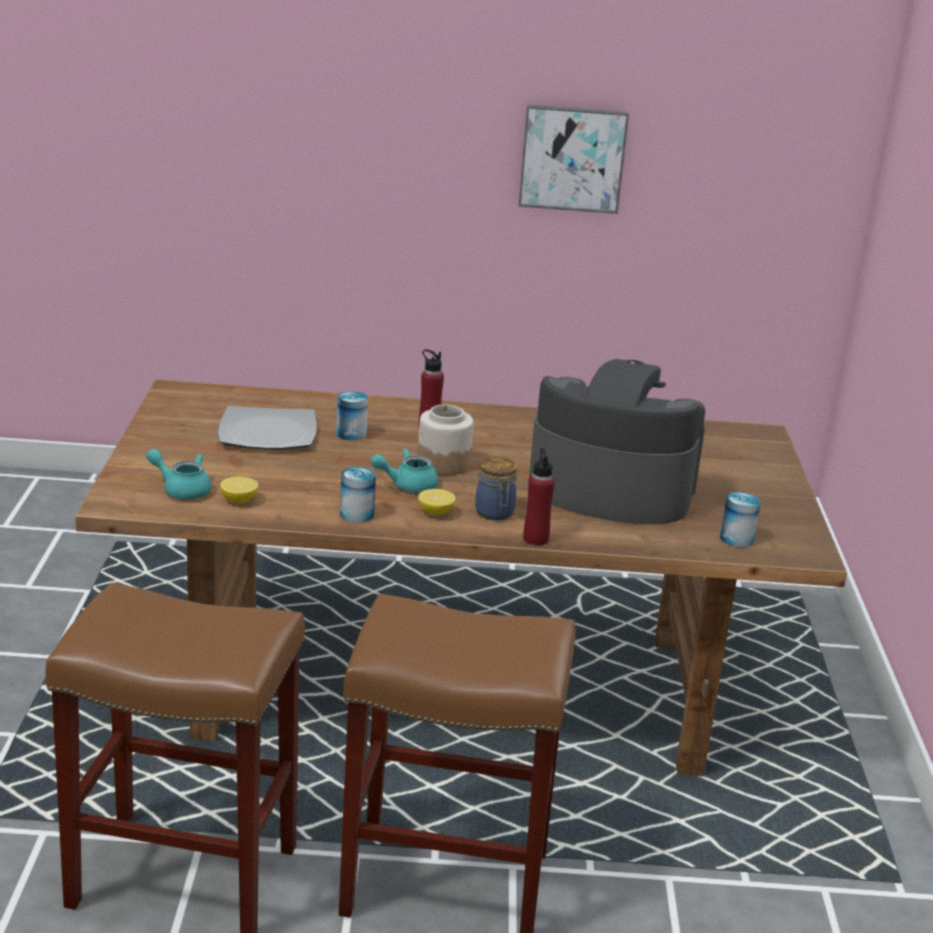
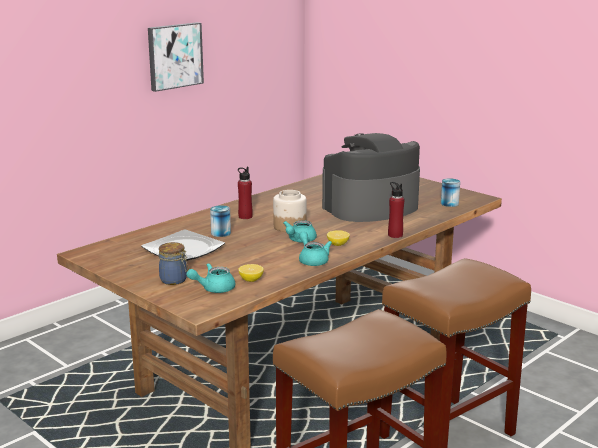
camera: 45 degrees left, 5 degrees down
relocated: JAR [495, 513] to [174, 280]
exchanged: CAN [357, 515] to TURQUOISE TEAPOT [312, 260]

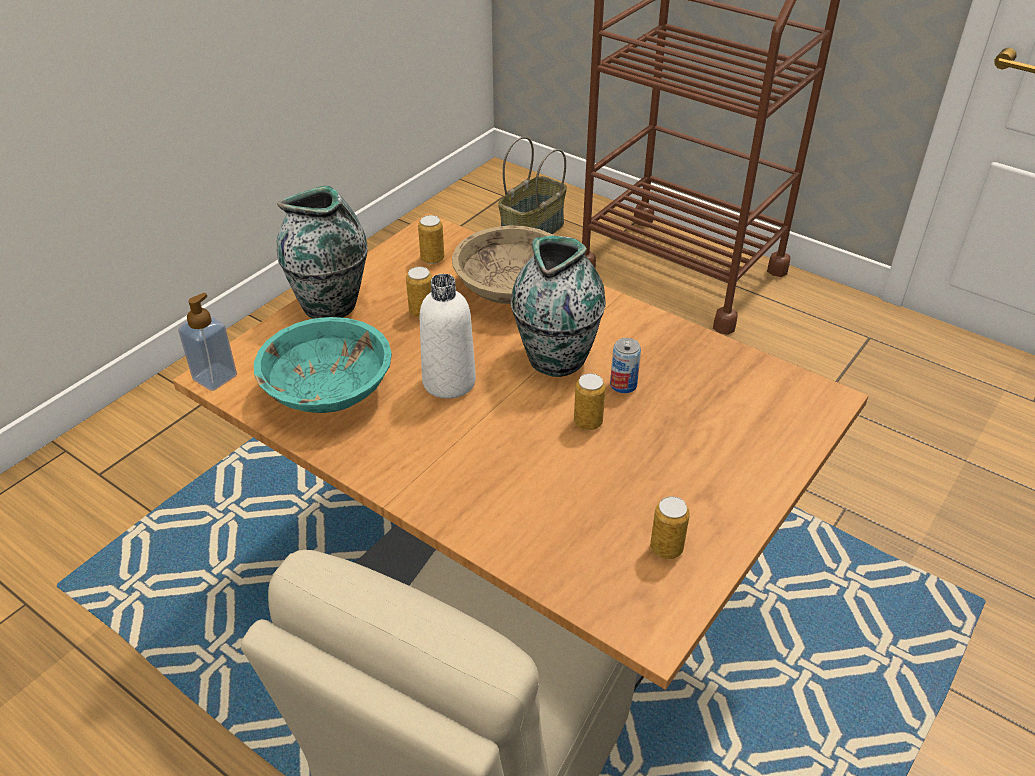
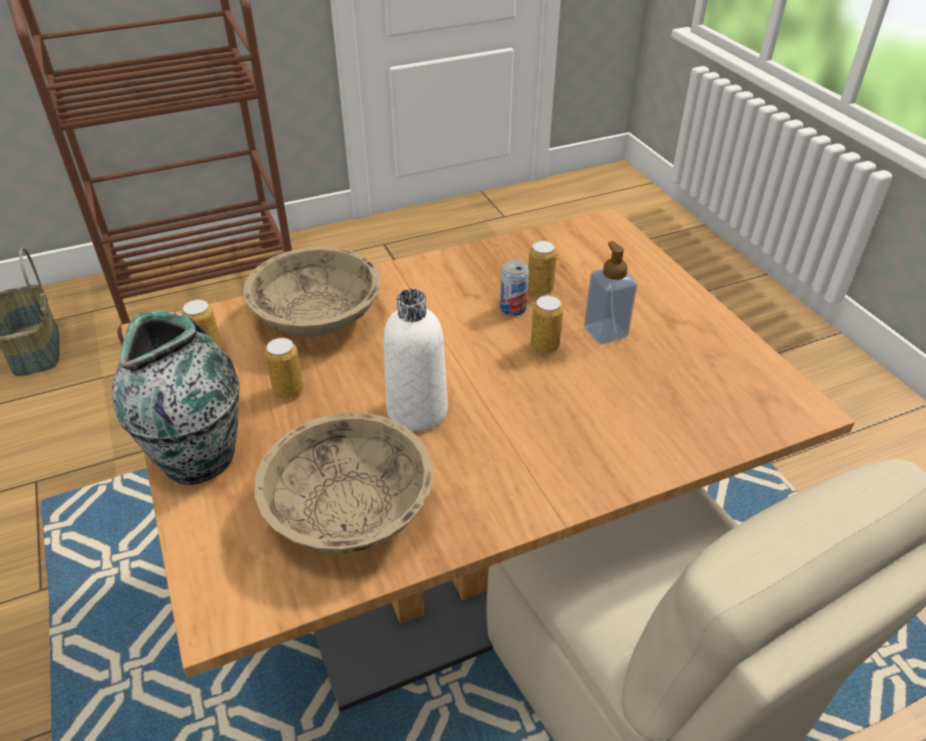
camera: 60 degrees left, 0 degrees up
missing: VASE [557, 357]
relocated: SOAP DISPENSER [215, 377] to [605, 332]; CAN [666, 548] to [540, 289]
colour: TURQUOISE BOWL [328, 391] to BEIGE BOWL [349, 511]

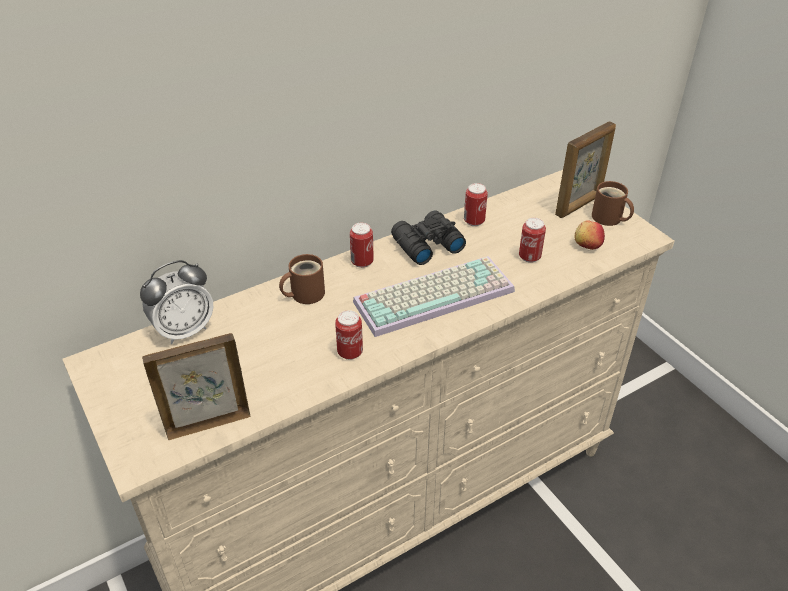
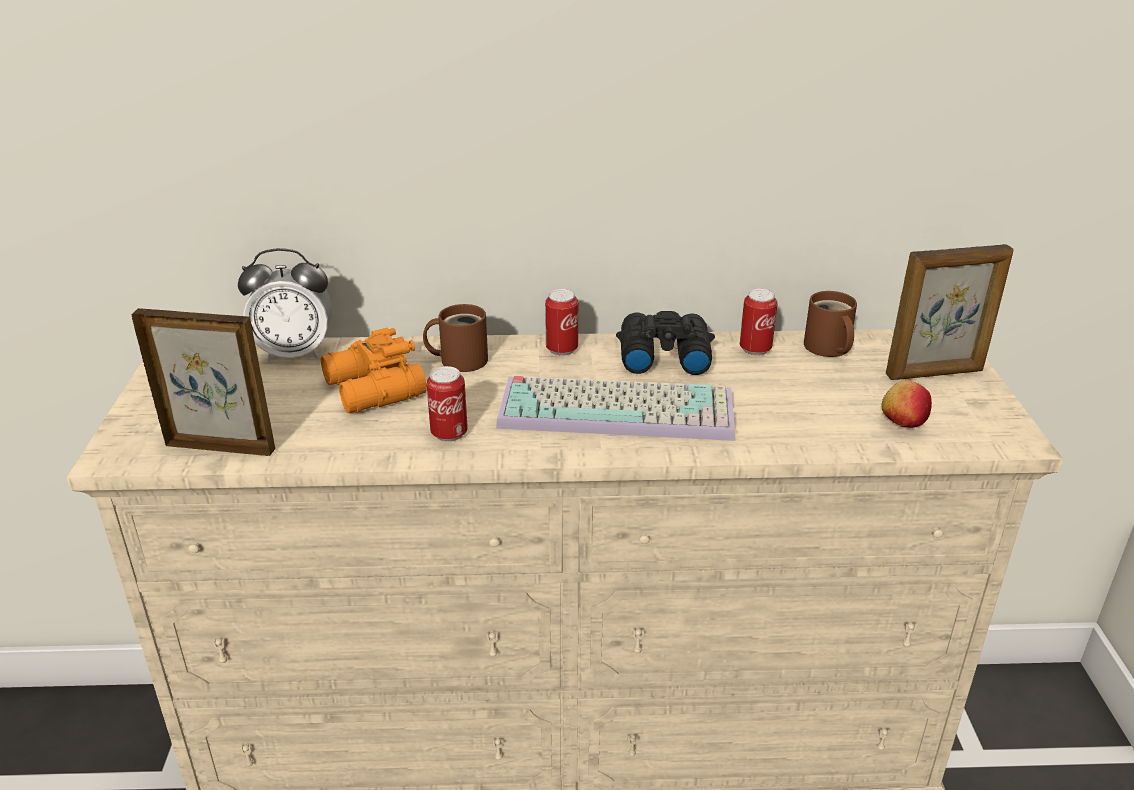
camera: 30 degrees right, 10 degrees down
missing: CAN [529, 257]
appeared: ORANGE BINOCULARS [372, 390]
relocated: BROWN MUG [608, 219] to [827, 348]

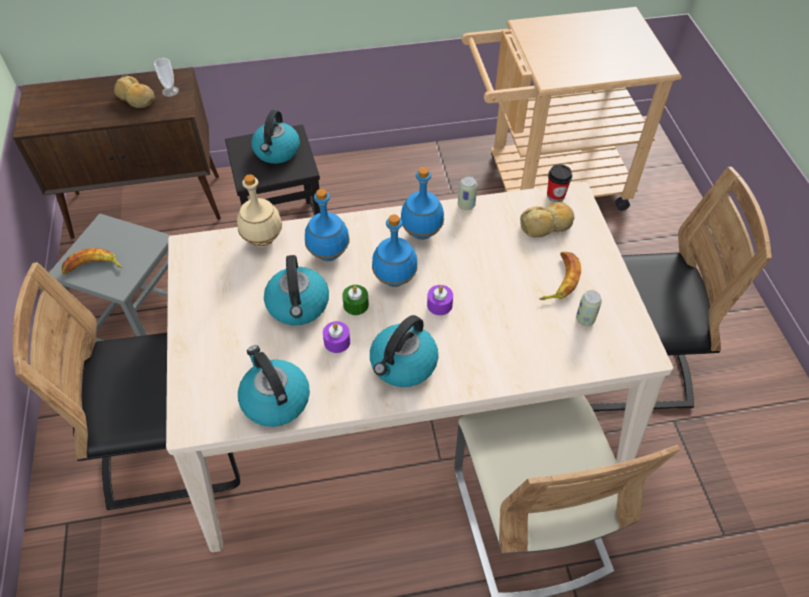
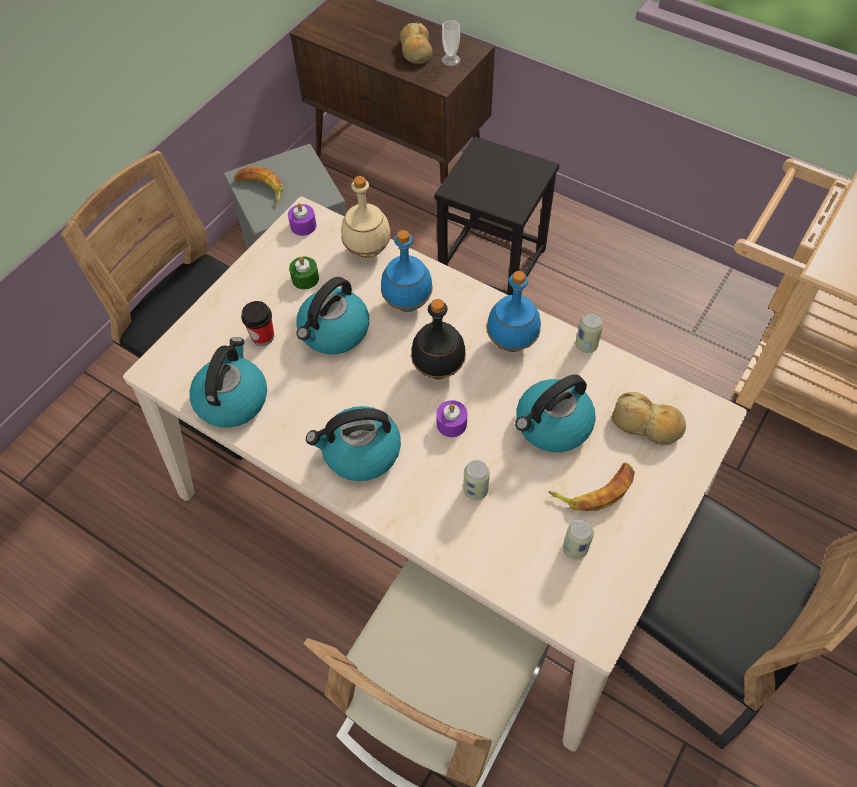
camera: 45 degrees right, 5 degrees up
appeared: CAN [475, 490]
relocated: KETTLE [277, 151] to [552, 425]; CUP [555, 195] to [263, 336]; GREEN CANDLE [356, 305] to [305, 278]; PURPLE CANDLE [337, 342] to [303, 226]
colour: BLUE BOTTLE [395, 280] to BLACK BOTTLE [438, 370]

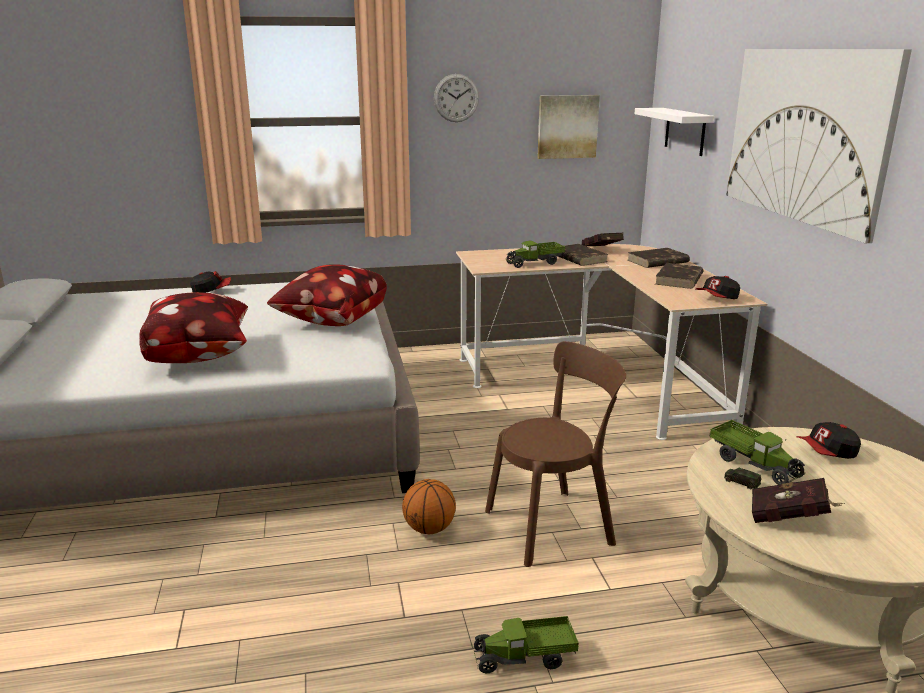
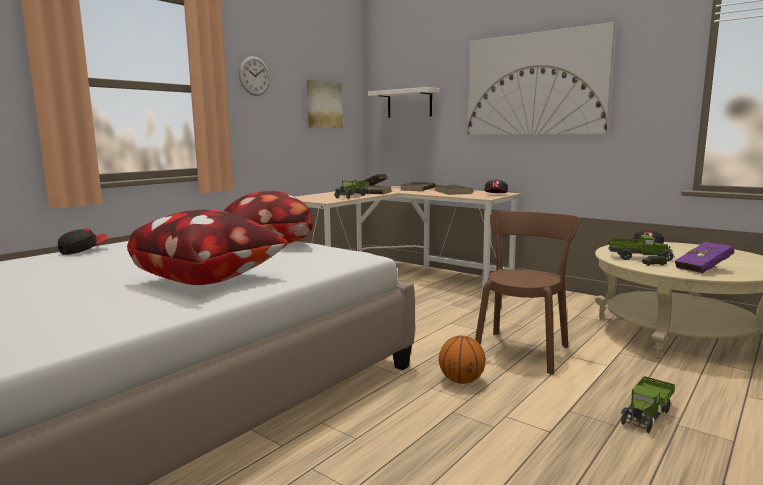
camera: 40 degrees left, 10 degrees down
colour: RED BOOK [790, 519] to PURPLE BOOK [704, 269]

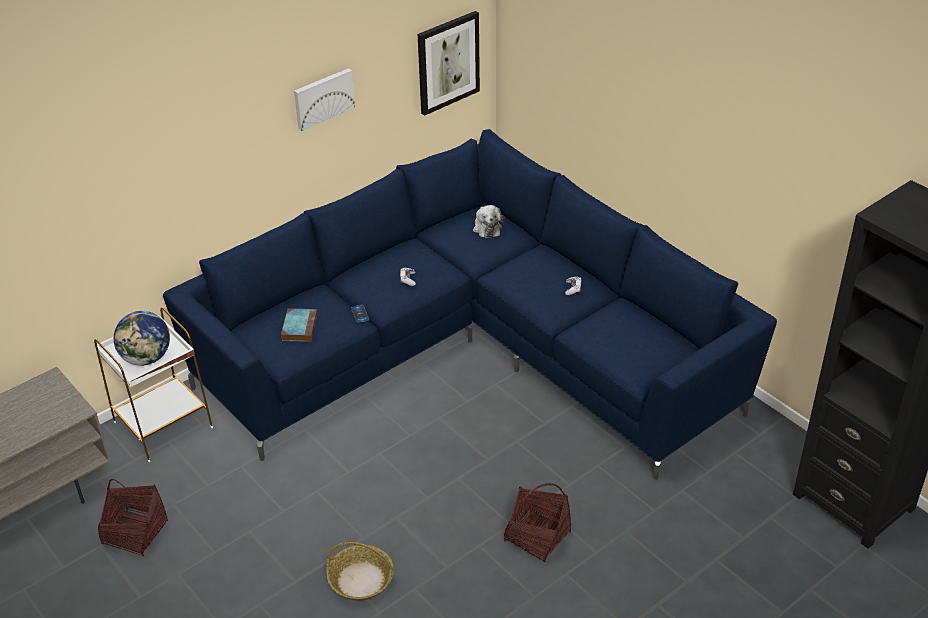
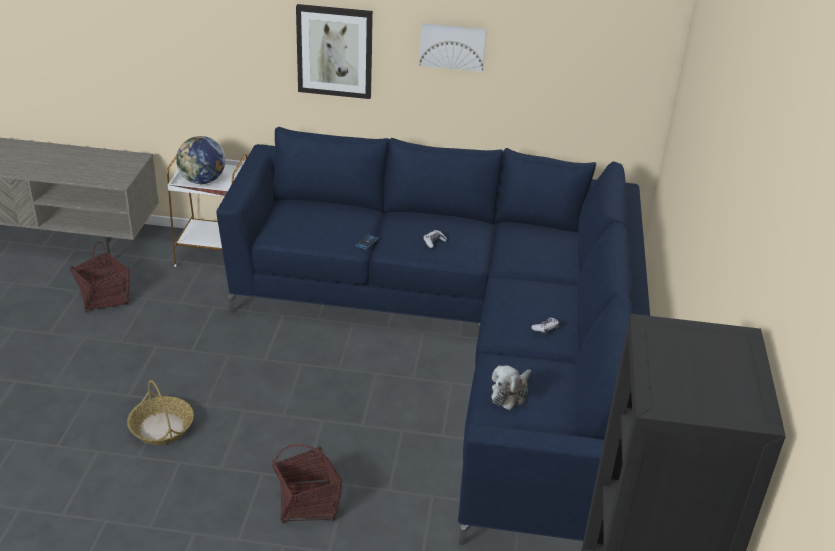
camera: 45 degrees right, 5 degrees down
missing: BOOK [299, 327]
relocated: PICTURE [448, 62] to [334, 51]; PLUSH TOY [487, 227] to [510, 394]

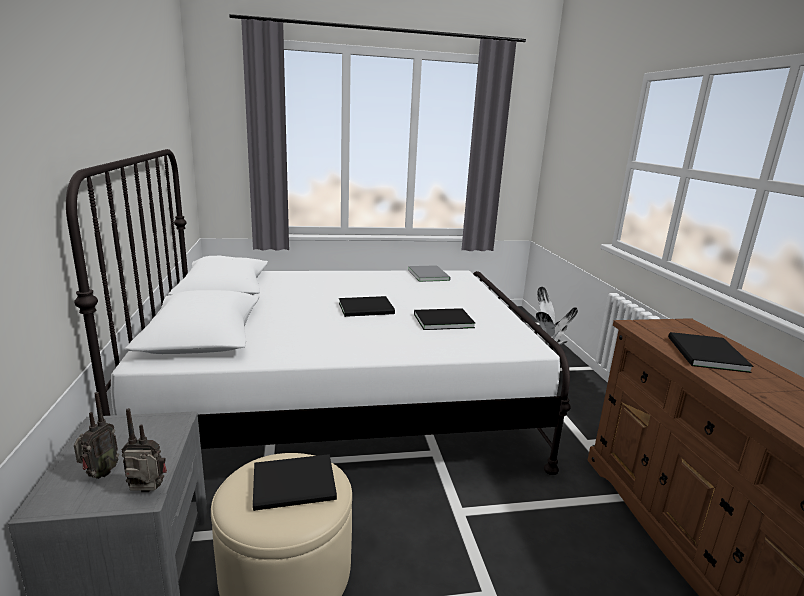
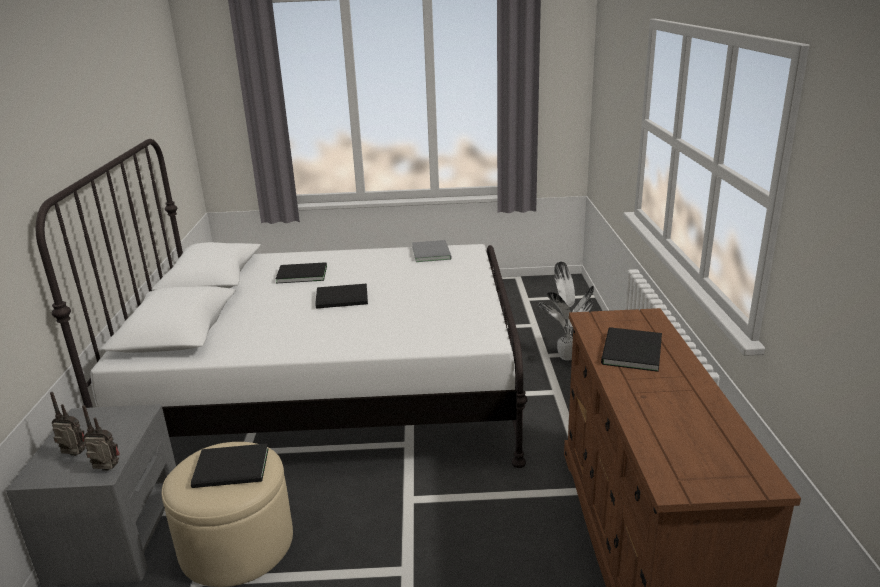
camera: 10 degrees right, 5 degrees up
relocated: BLACK BOOK [441, 320] to [300, 274]
spun: RADIO [99, 474] = [74, 456] 105 degrees counterclockwise

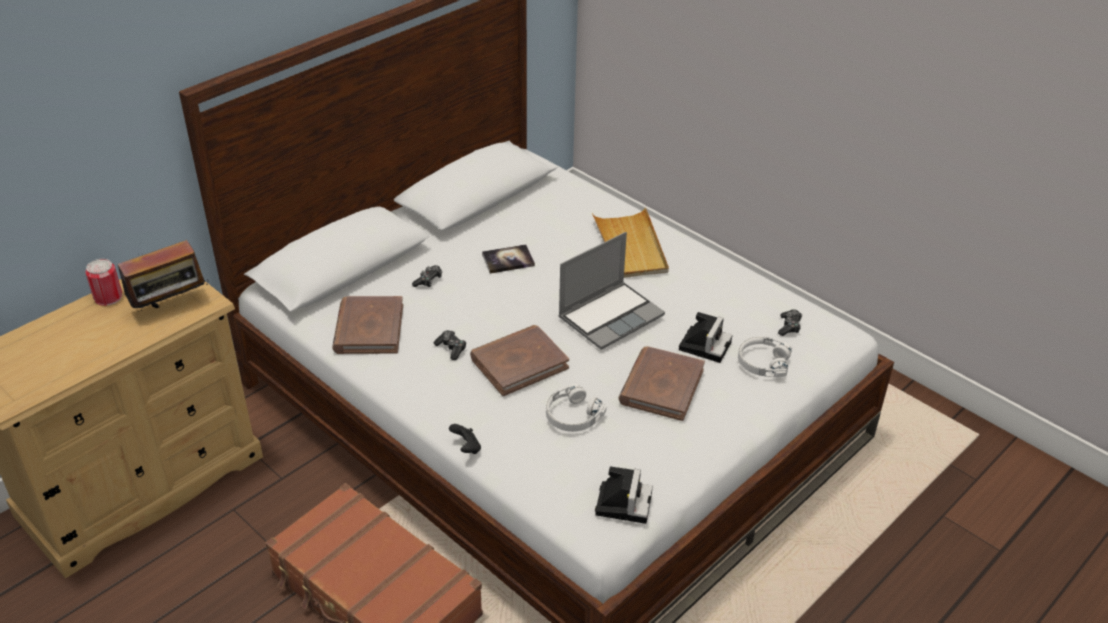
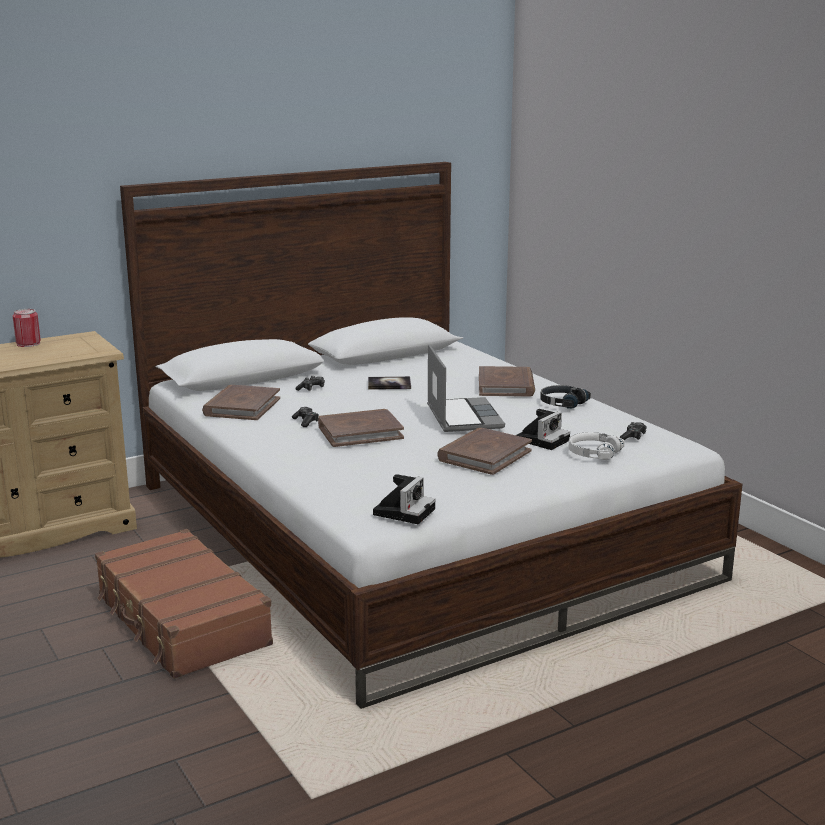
camera: 15 degrees right, 20 degrees down
missing: RADIO [170, 306]; WHITE HEADPHONES [572, 416]; BLACK GAME CONTROLLER [466, 448]
appeared: BLACK HEADPHONES [562, 403]
exchanged: BEIGE TRAY [630, 247] to BROWN BOOK [506, 386]
spun: LAPTOP [611, 316] = [462, 417] 75 degrees counterclockwise

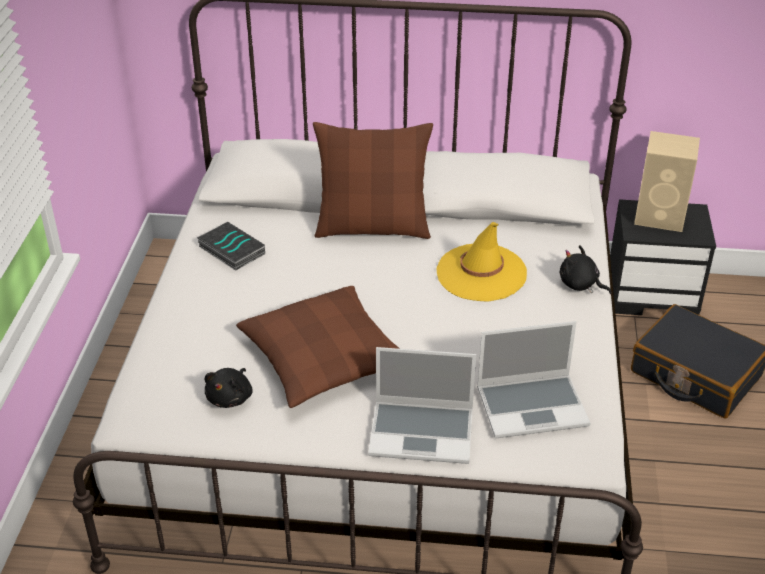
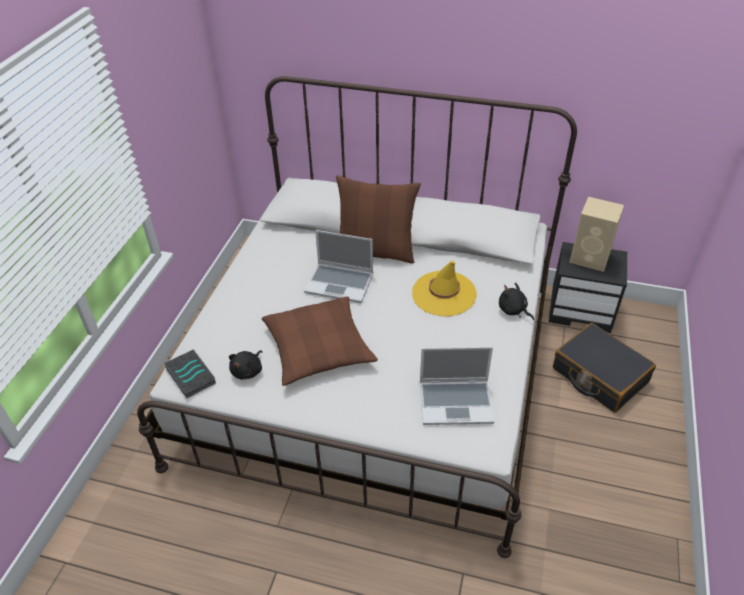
camera: 10 degrees right, 5 degrees up
relocated: BOOK [230, 250] to [189, 376]; LAPTOP [423, 432] to [340, 283]

